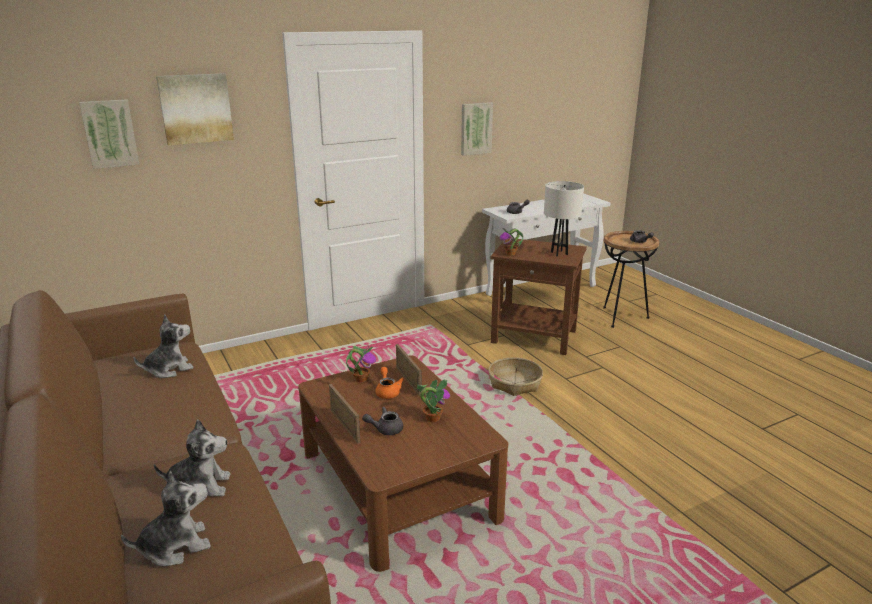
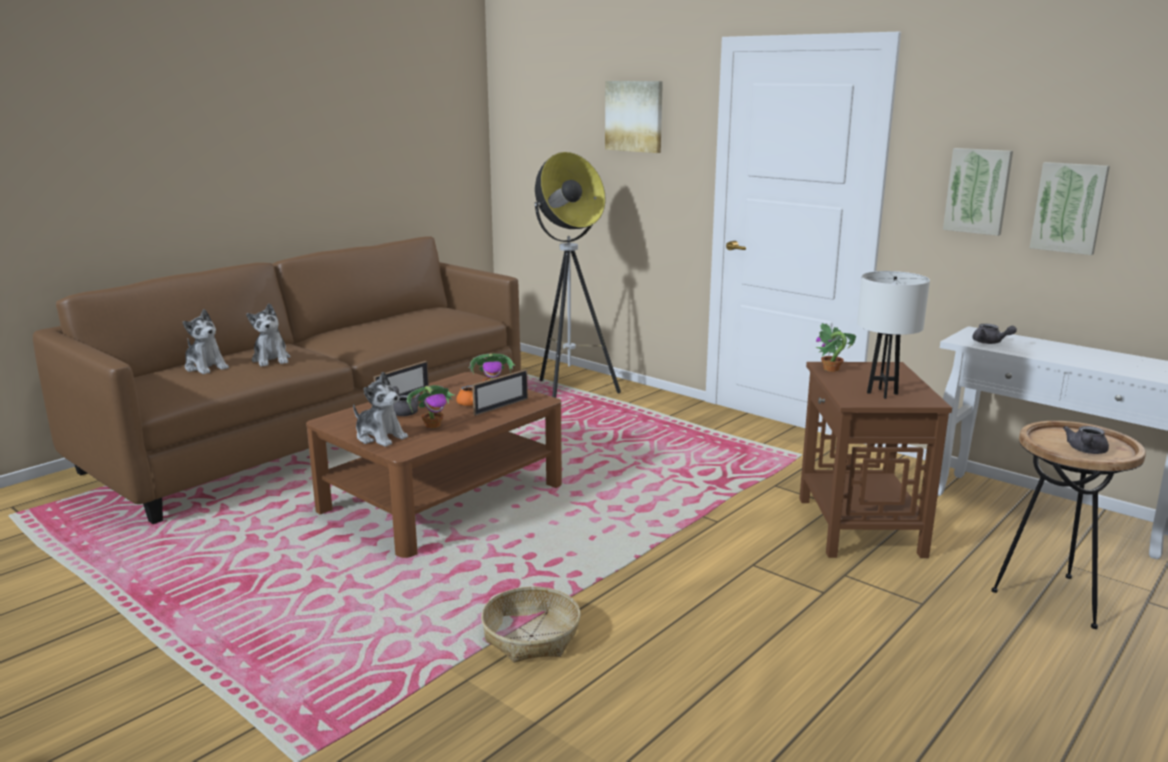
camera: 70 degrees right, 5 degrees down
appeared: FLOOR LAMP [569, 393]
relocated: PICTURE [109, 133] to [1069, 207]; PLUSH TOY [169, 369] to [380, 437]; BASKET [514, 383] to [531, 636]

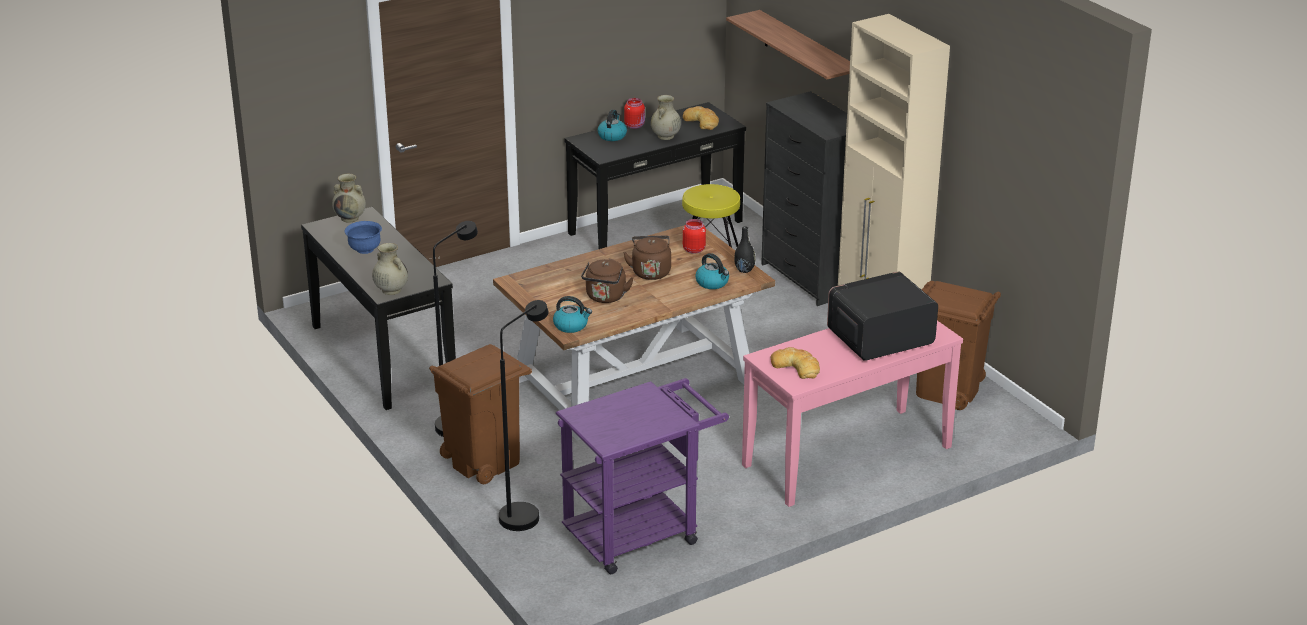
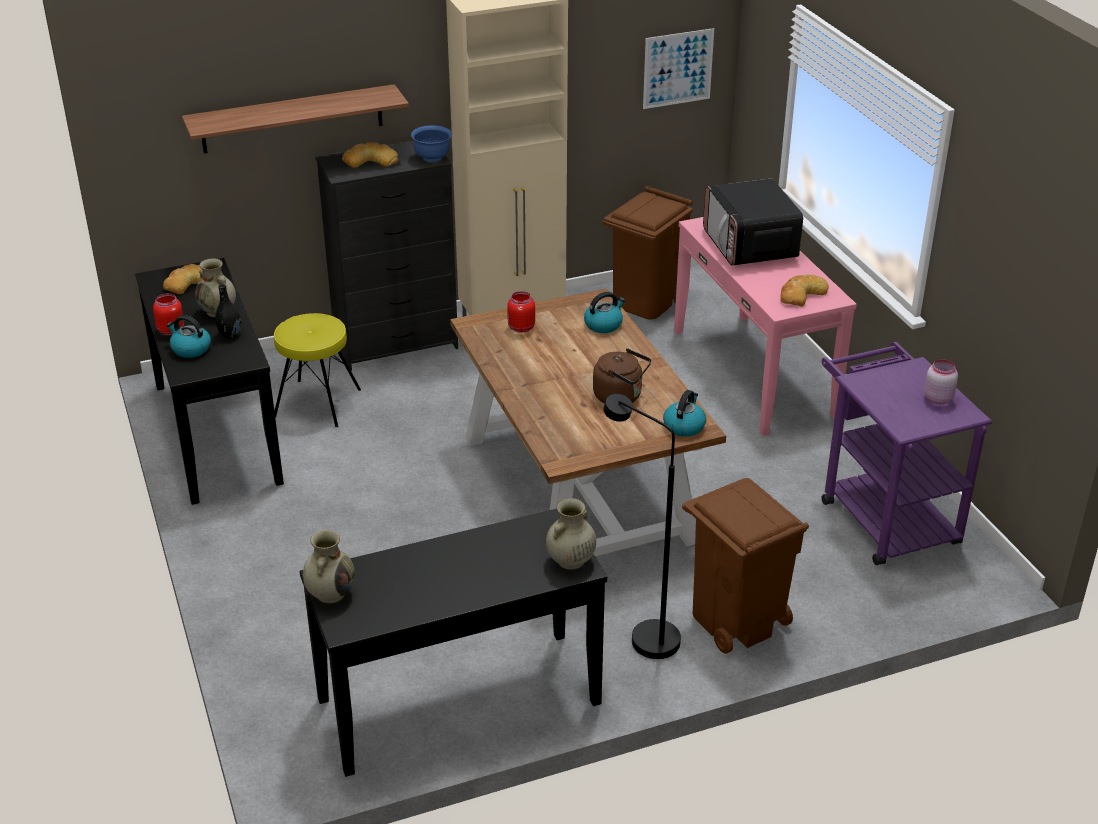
camera: 80 degrees left, 5 degrees up
missing: BROWN KETTLE [650, 272]; BLACK FLOOR LAMP [525, 512]
appeared: PICTURE [678, 68]; BREAD [370, 160]; PINK JAR [937, 398]
relocated: BLUE BOWL [364, 249] to [432, 157]; BLACK VASE [744, 270] to [230, 334]

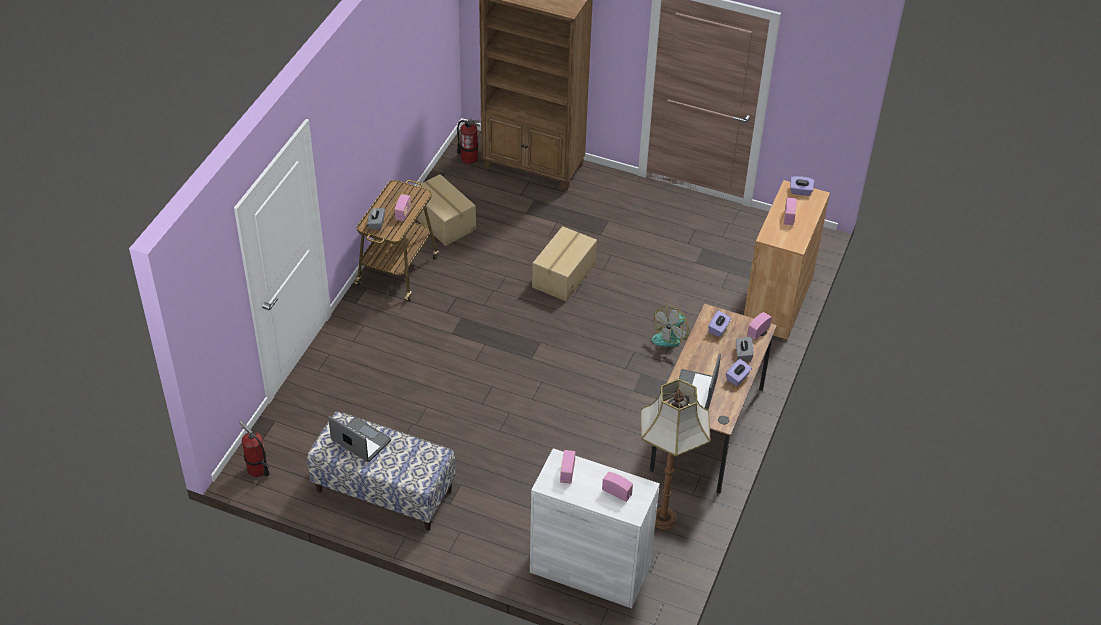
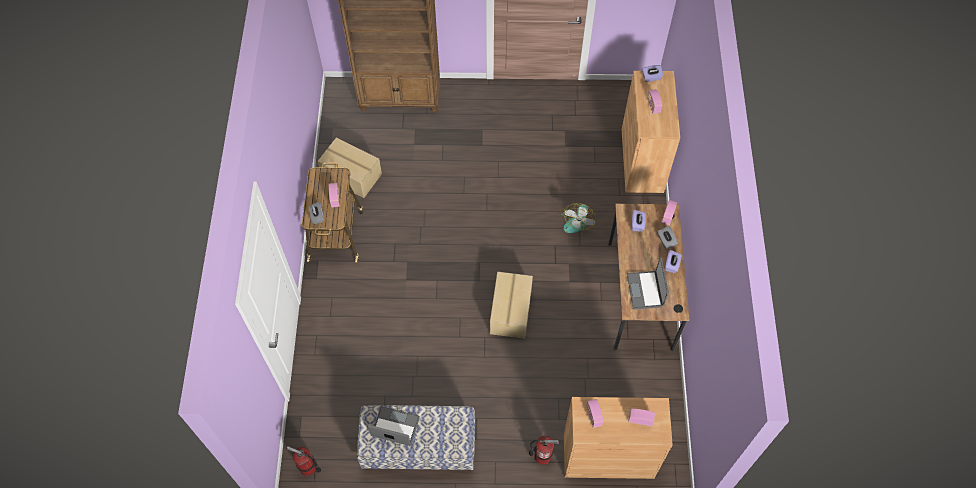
camera: 20 degrees left, 15 degrees up
missing: FLOOR LAMP [664, 519]
relocated: FIRE EXTINGUISHER [469, 158] to [542, 455]; CARDBOARD BOX [563, 275] to [510, 311]
colour: WHITE CABINET [590, 569] to BROWN CABINET [608, 456]

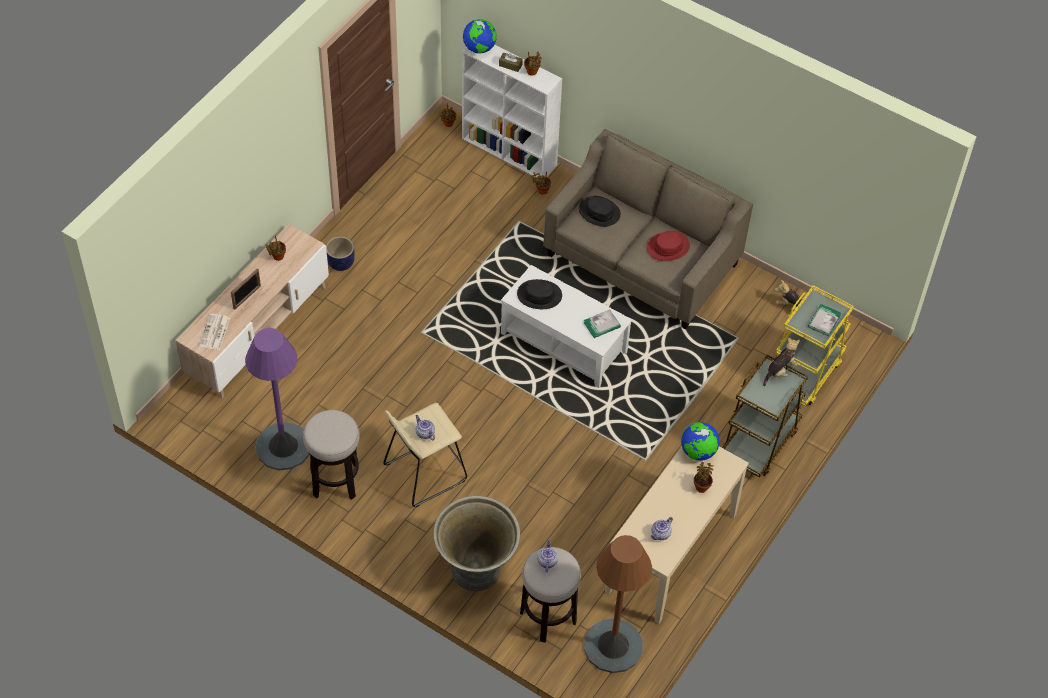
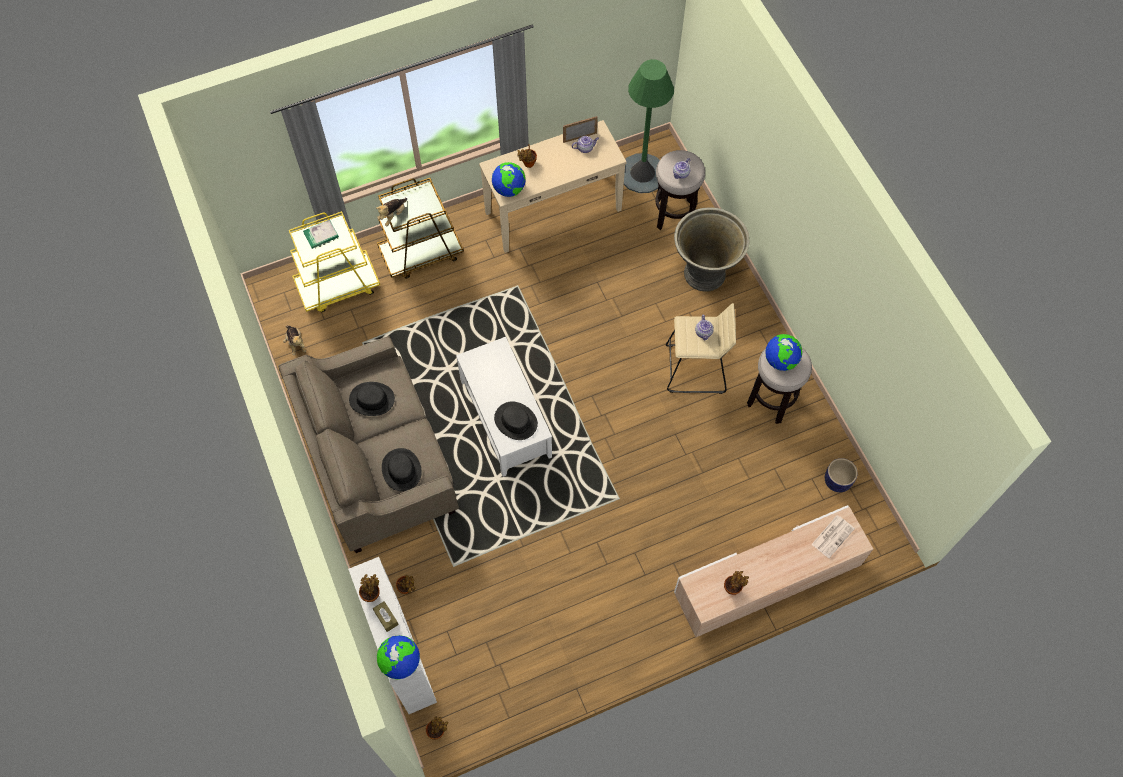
camera: 145 degrees left, 10 degrees up
missing: BOOK [602, 325]; PURPLE FLOOR LAMP [283, 446]
appeared: GLOBE [780, 360]
relocated: PLANTER [340, 262] to [837, 481]; PICTURE FRAME [247, 297] to [579, 137]
colour: RED HAT [668, 247] to BLACK HAT [372, 399]; BROWN FLOOR LAMP [613, 645] to GREEN FLOOR LAMP [642, 173]
spun: PLUSH TOY [779, 371] = [393, 215] 45 degrees counterclockwise

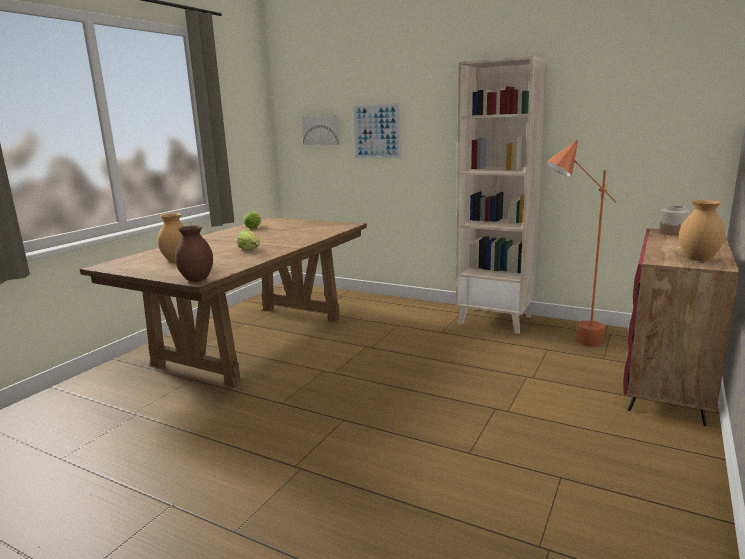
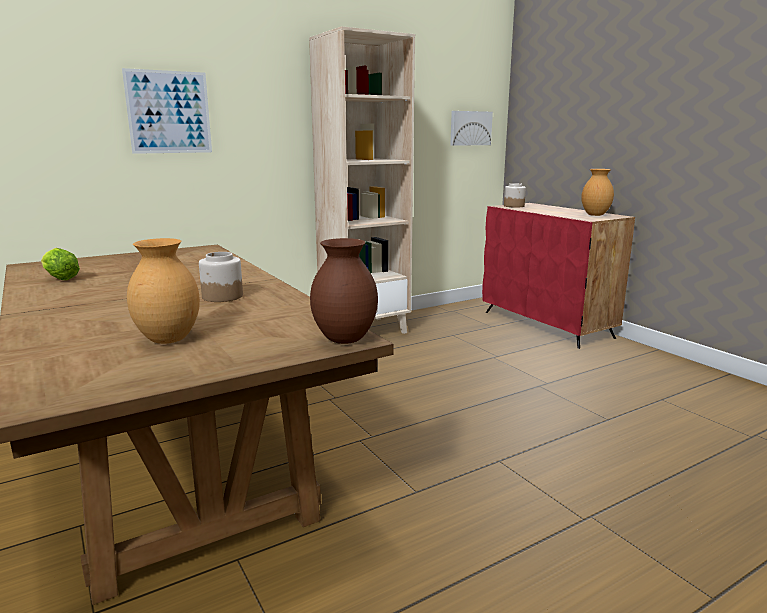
camera: 60 degrees left, 0 degrees up
missing: ORANGE FLOOR LAMP [570, 344]
relocated: PICTURE [321, 130] to [470, 128]
exchanged: LETTUCE [250, 250] to JAR [222, 296]

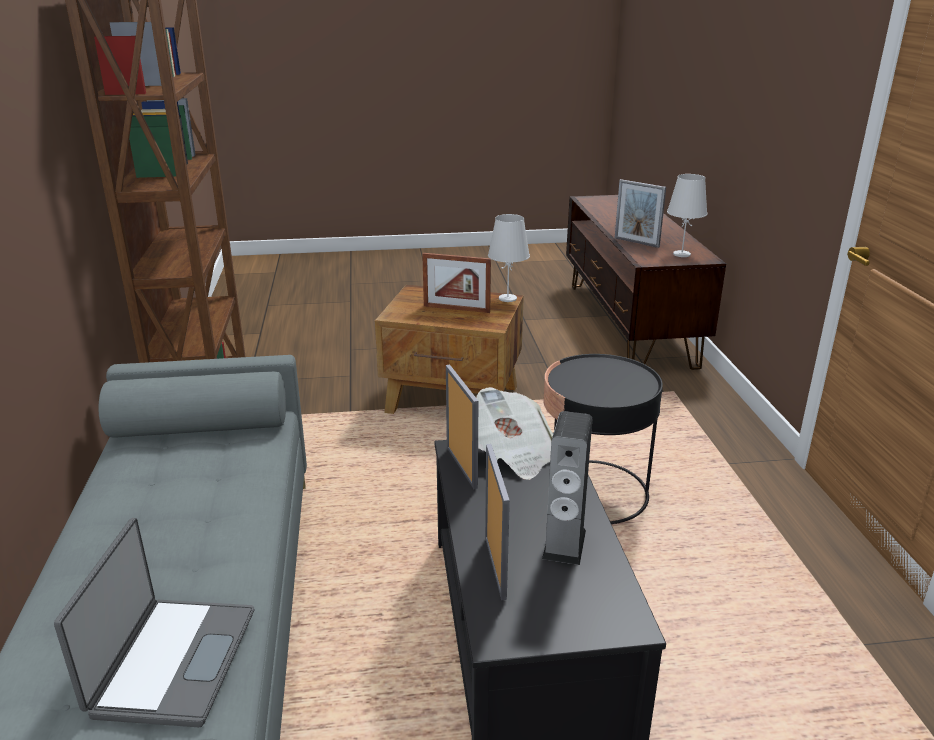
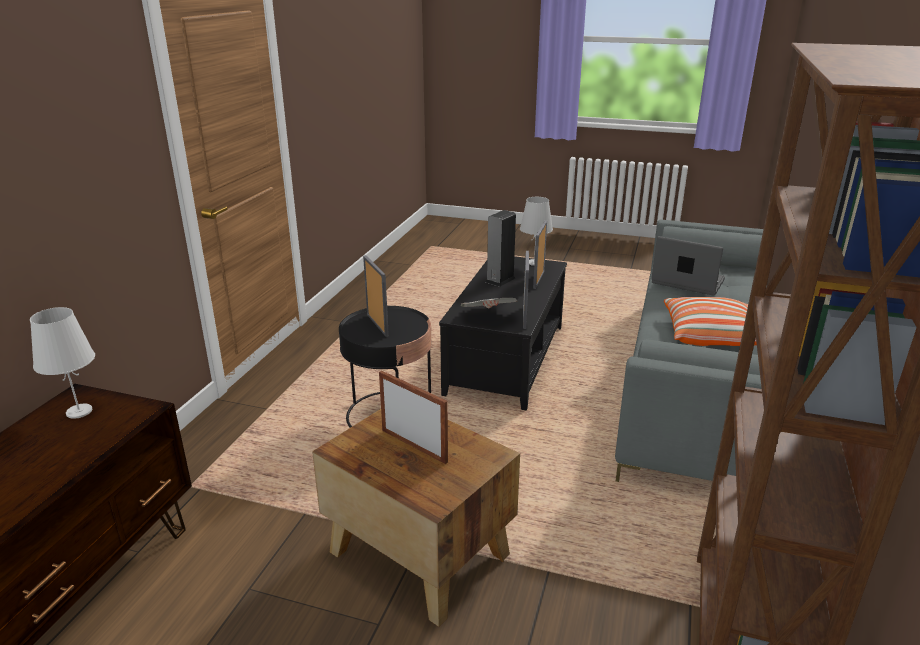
camera: 155 degrees left, 0 degrees up
appeared: PILLOW [711, 336]
relocated: PICTURE FRAME [636, 242] to [377, 325]; WHITE TABLE LAMP [508, 298] to [534, 262]
spun: LAPTOP [172, 661] = [687, 282] 90 degrees clockwise

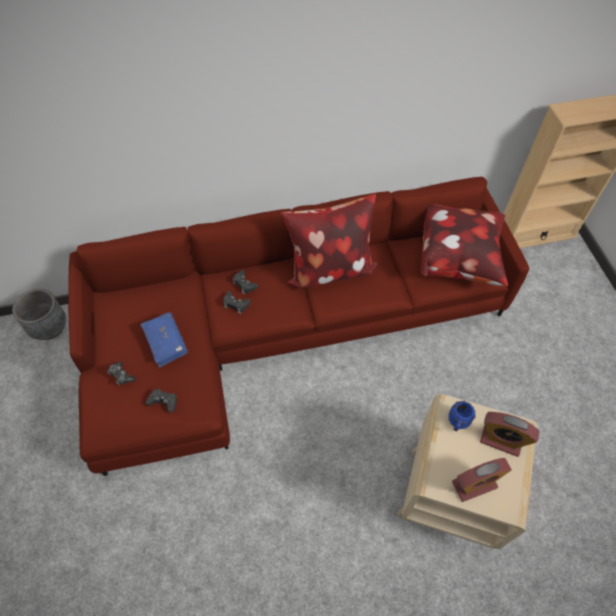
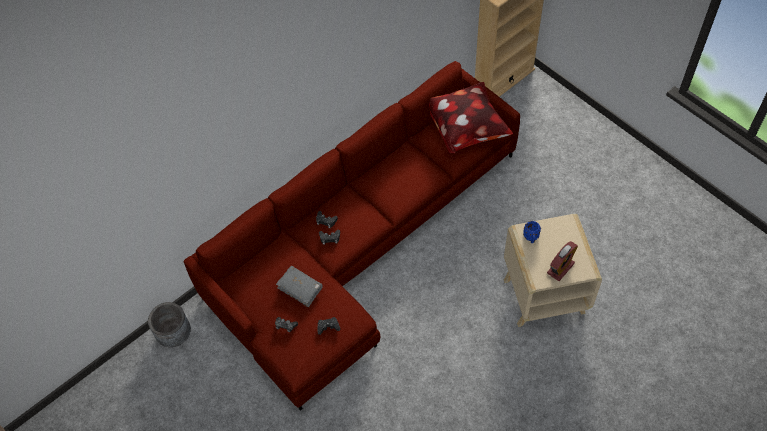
camera: 25 degrees left, 0 degrees up
missing: PILLOW [329, 268]; ALARM CLOCK [501, 440]
colour: BLUE BOOK [166, 342] to GREY BOOK [300, 288]

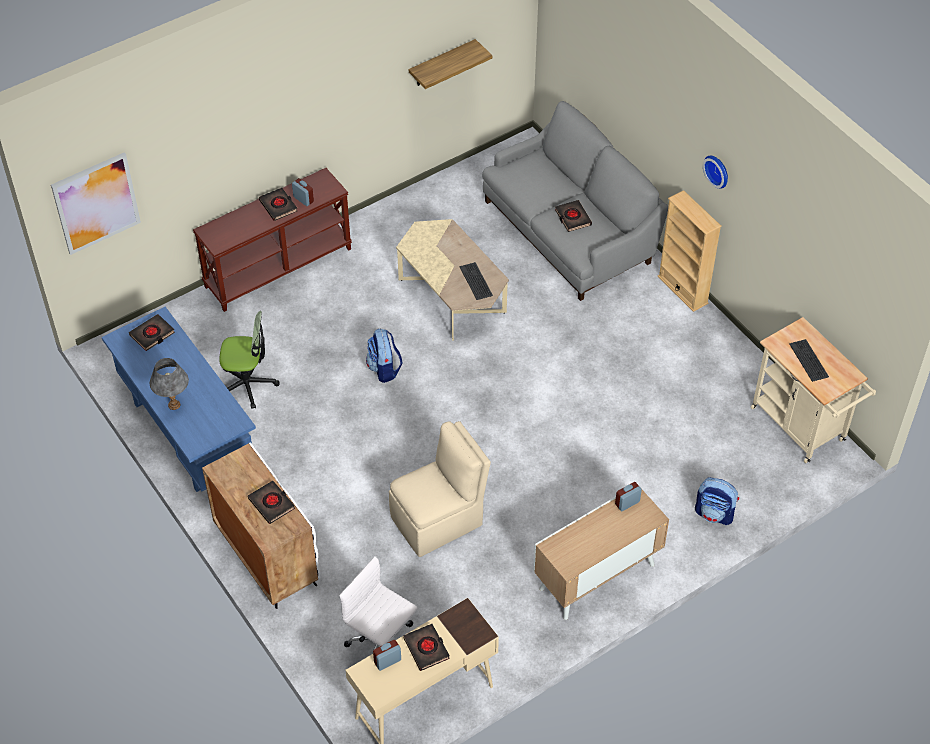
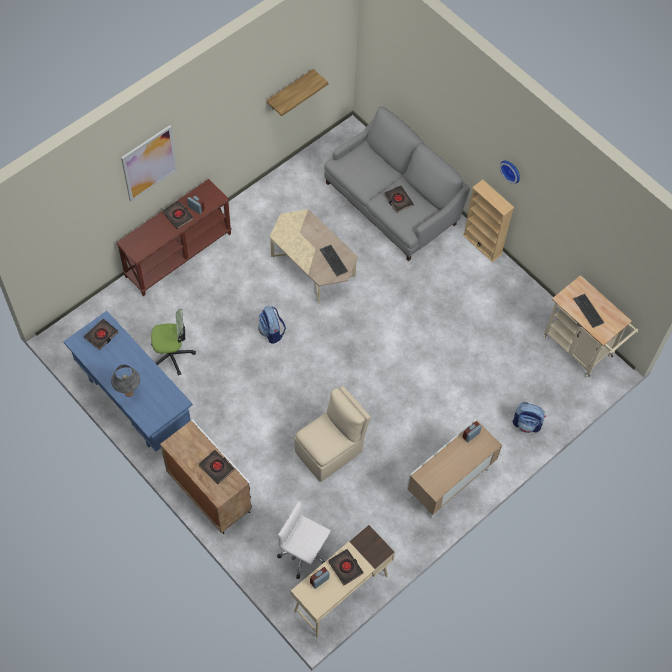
camera: 10 degrees left, 10 degrees up
relocated: PICTURE [96, 203] to [149, 163]

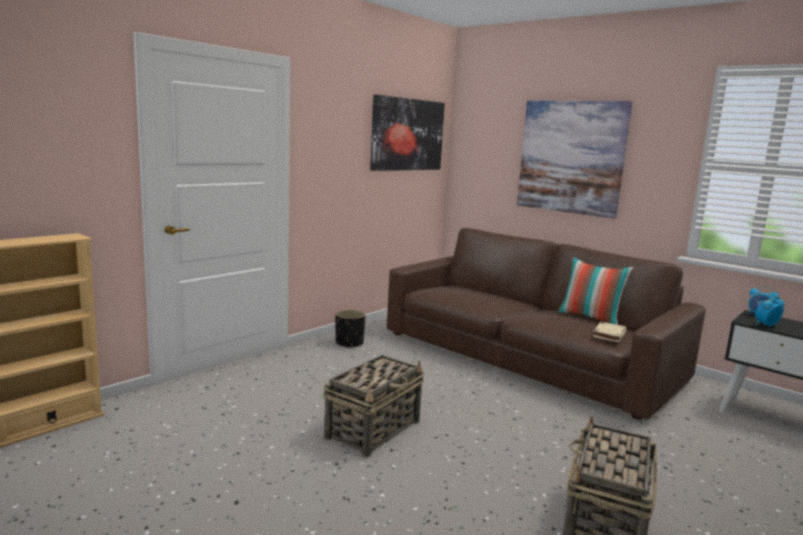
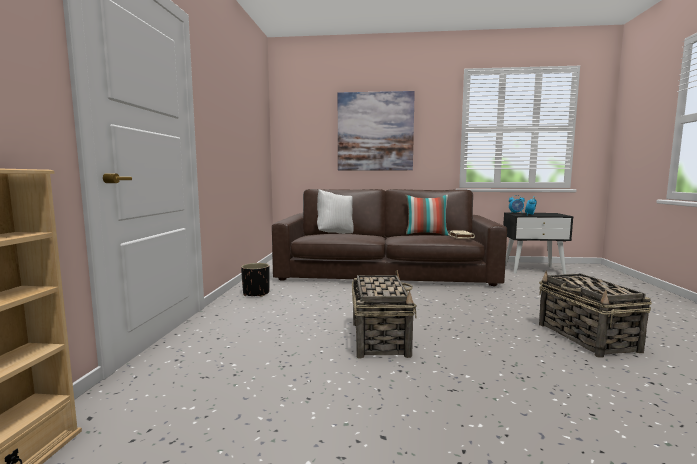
camera: 35 degrees left, 5 degrees down
missing: PICTURE [407, 134]
appeared: WHITE PILLOW [335, 233]

